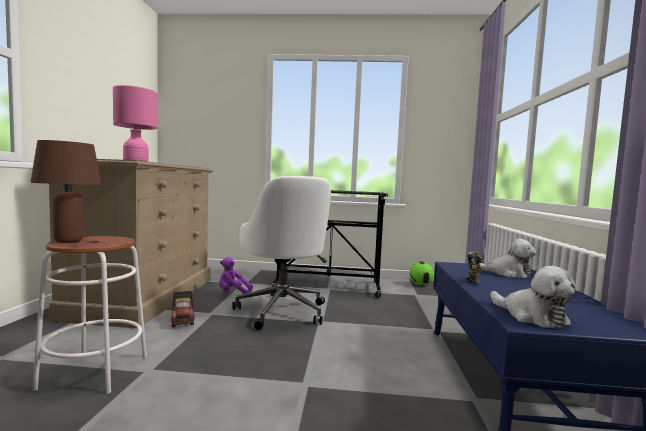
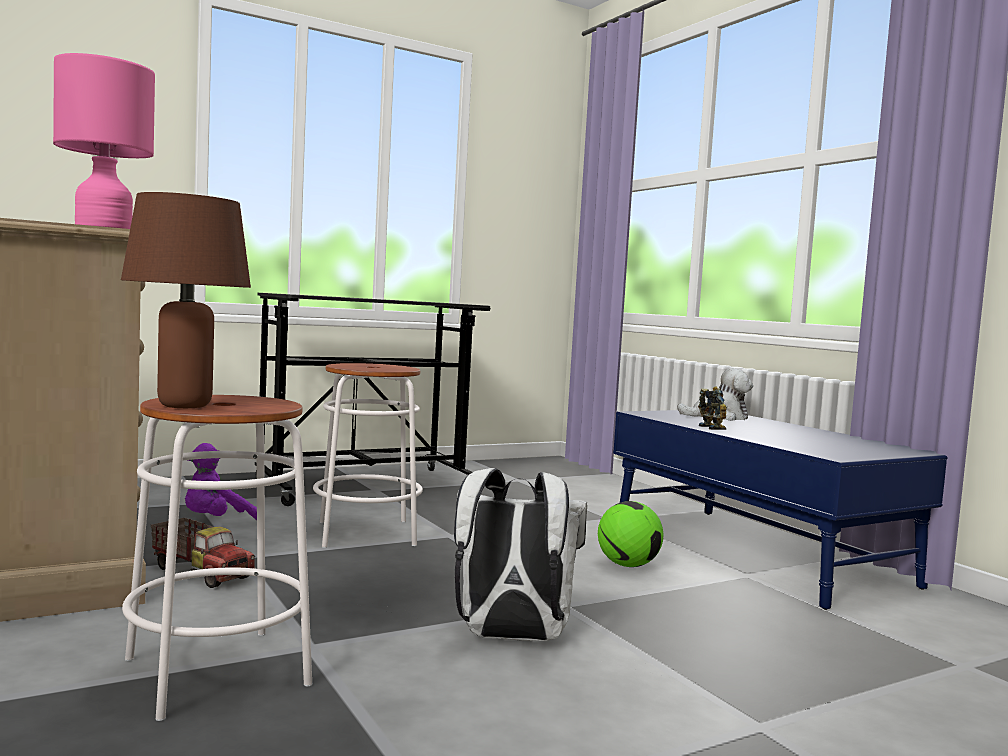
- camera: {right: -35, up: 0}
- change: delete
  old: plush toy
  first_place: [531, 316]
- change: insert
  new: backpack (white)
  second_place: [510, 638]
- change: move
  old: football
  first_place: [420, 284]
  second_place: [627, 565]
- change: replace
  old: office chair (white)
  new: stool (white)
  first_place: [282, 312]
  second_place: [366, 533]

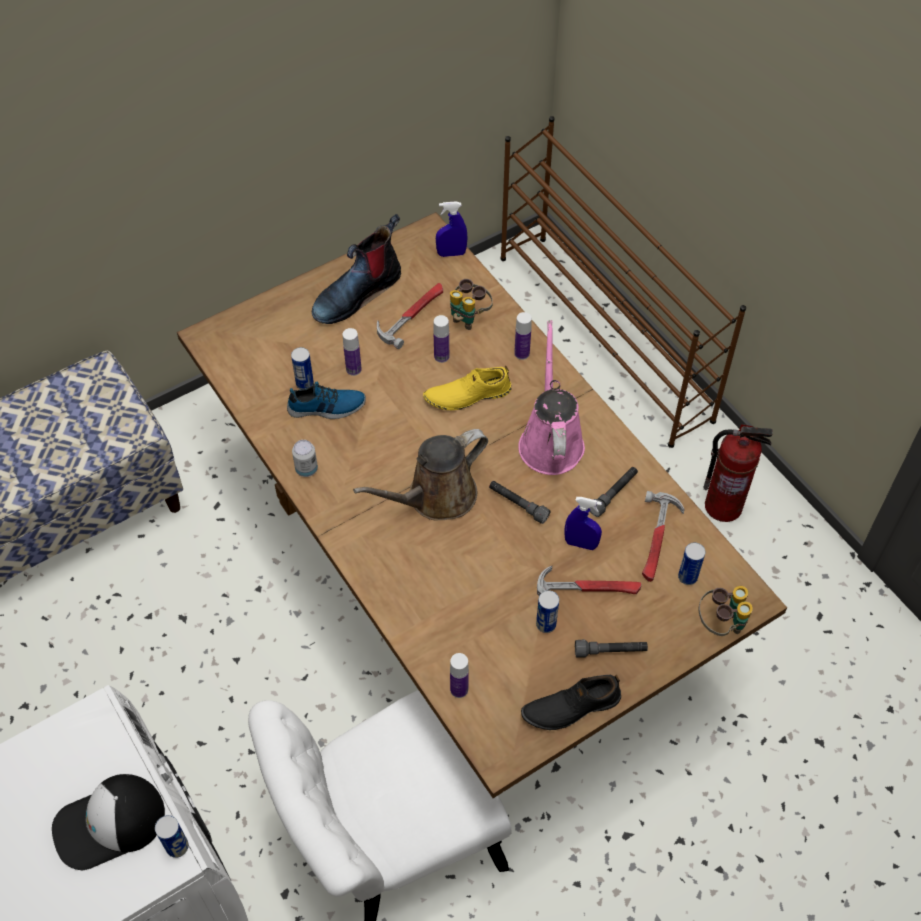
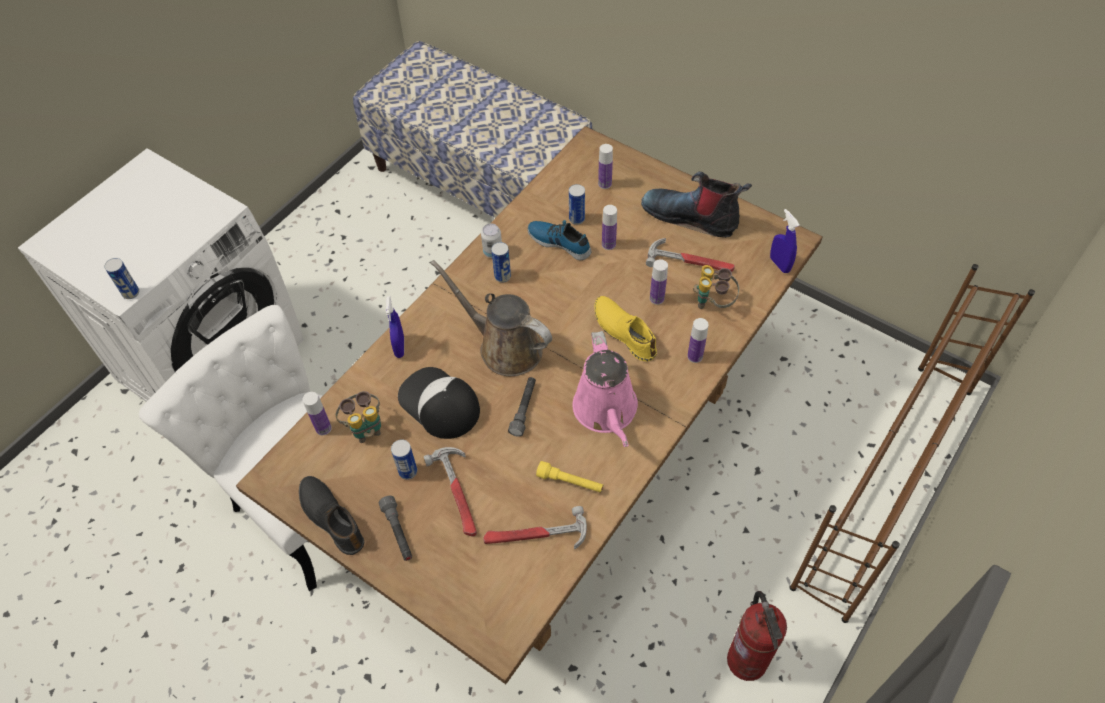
- camera: {right: 70, up: 0}
- change: insert
  new: bottle
  second_place: [605, 184]
- change: move
  old: cap
  first_place: [109, 824]
  second_place: [439, 404]
- change: move
  old: spray bottle (blue)
  first_place: [581, 544]
  second_place: [399, 347]
- change: move
  old: can
  first_place: [687, 577]
  second_place: [502, 276]
- change: move
  old: binoculars
  first_place: [721, 624]
  second_place: [365, 427]
- change: recolor
  old: flashlight (grey)
  new: flashlight (yellow)
  first_place: [613, 494]
  second_place: [570, 482]
- change: rotate
  old: shoe
  first_place: [327, 407]
  second_place: [560, 242]
  degrees: 150
- change: rotate
  old: watering can (pink)
  first_place: [550, 440]
  second_place: [606, 411]
  degrees: 105

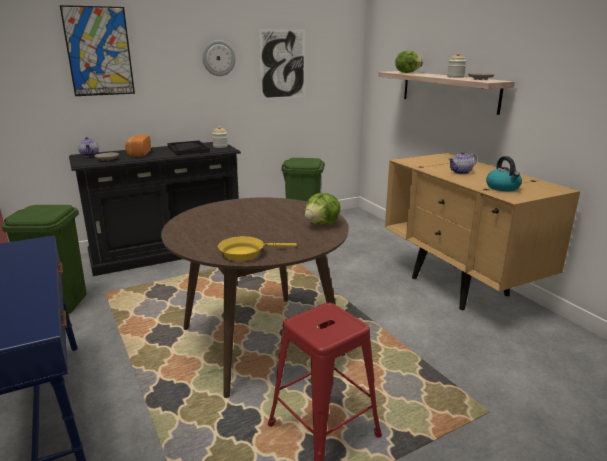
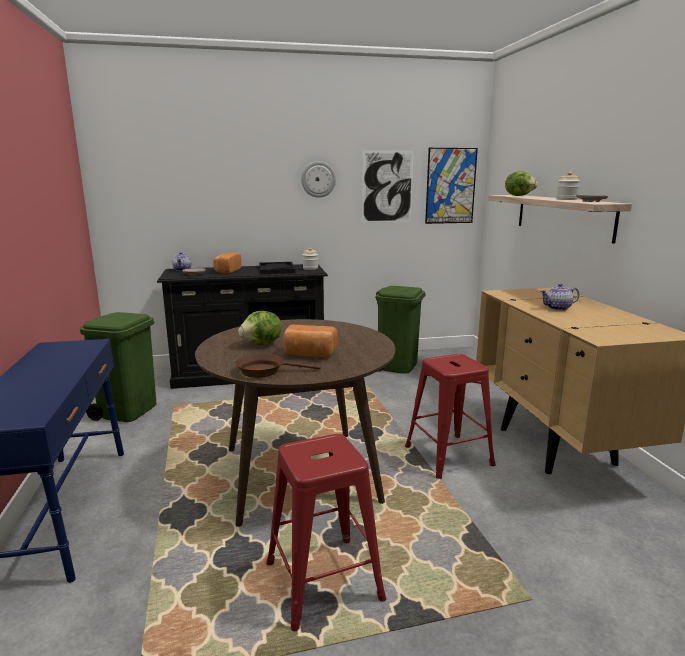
- camera: {right: 15, up: -5}
- change: delete
  old: kettle
  first_place: [503, 188]
- change: insert
  new: bread
  second_place: [309, 354]
- change: insert
  new: stool (red)
  second_place: [449, 456]
- change: move
  old: picture
  first_place: [99, 51]
  second_place: [450, 186]
- change: move
  old: lettuce
  first_place: [322, 224]
  second_place: [262, 344]
- change: recolor
  old: frying pan (yellow)
  new: frying pan (brown)
  first_place: [245, 253]
  second_place: [265, 370]

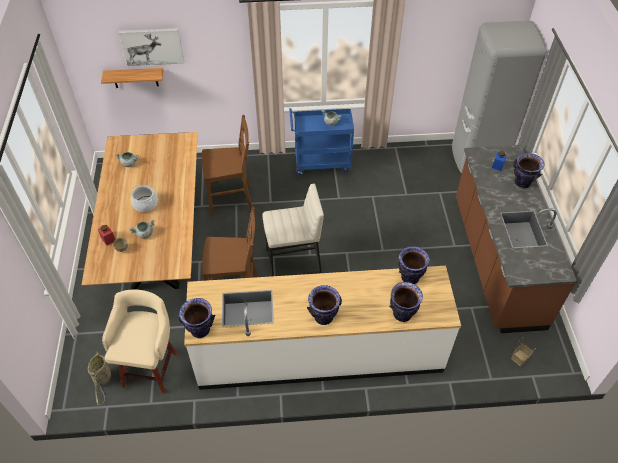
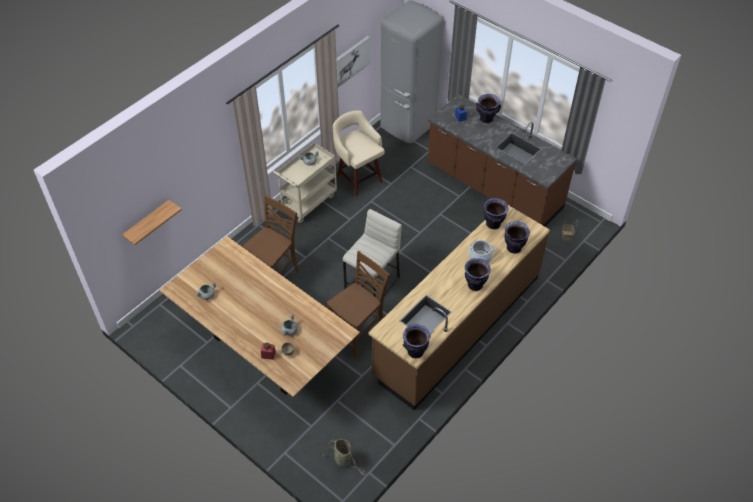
- camera: {right: -45, up: 0}
- change: move
  old: stool (beige)
  first_place: [151, 367]
  second_place: [358, 178]
- change: move
  old: picture
  first_place: [152, 46]
  second_place: [351, 61]
- change: move
  old: cooking pot
  first_place: [145, 204]
  second_place: [480, 257]
- change: recolor
  old: counter (white)
  new: counter (brown)
  first_place: [319, 352]
  second_place: [457, 325]
- change: recolor
  old: cart (blue)
  new: cart (beige)
  first_place: [320, 165]
  second_place: [308, 205]

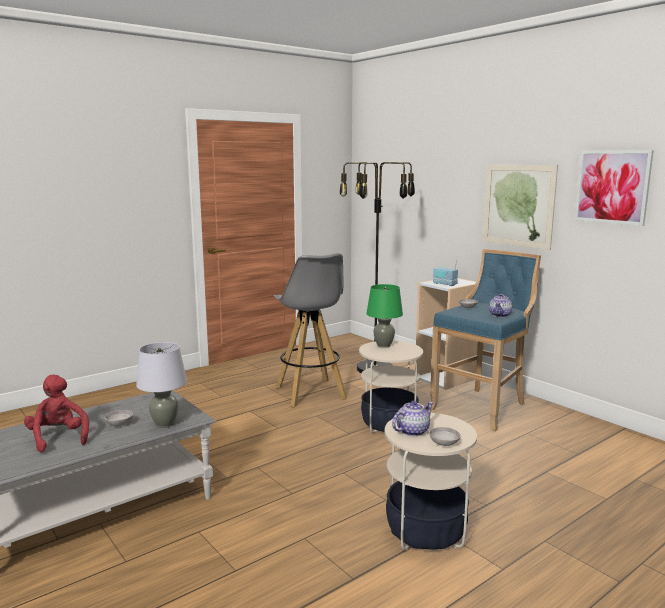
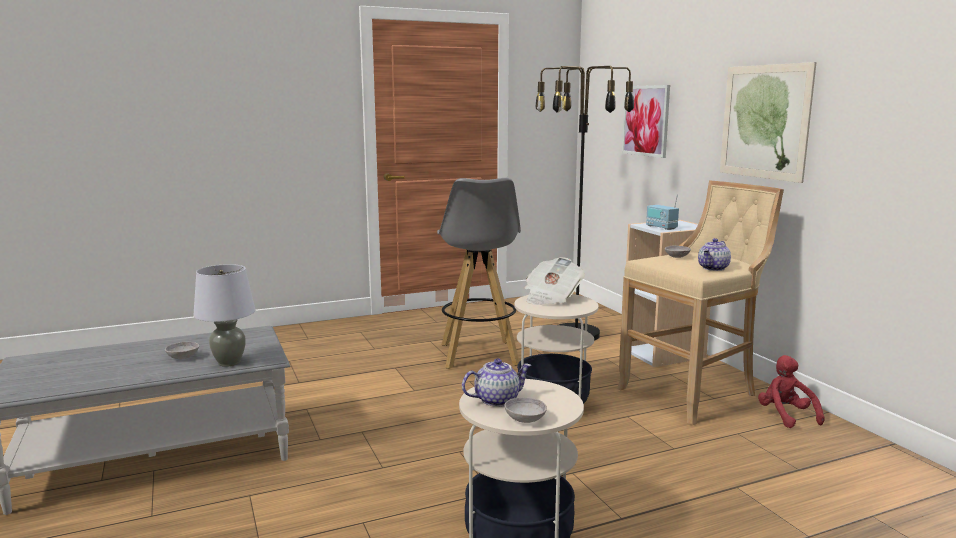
- camera: {right: 15, up: 0}
- change: move
  old: plush toy (red)
  first_place: [58, 438]
  second_place: [786, 416]
- change: move
  old: picture
  first_place: [612, 187]
  second_place: [646, 120]
- change: replace
  old: table lamp (green)
  new: newspaper
  first_place: [384, 345]
  second_place: [551, 298]
- change: recolor
  old: stool (blue)
  new: stool (beige)
  first_place: [482, 407]
  second_place: [693, 393]

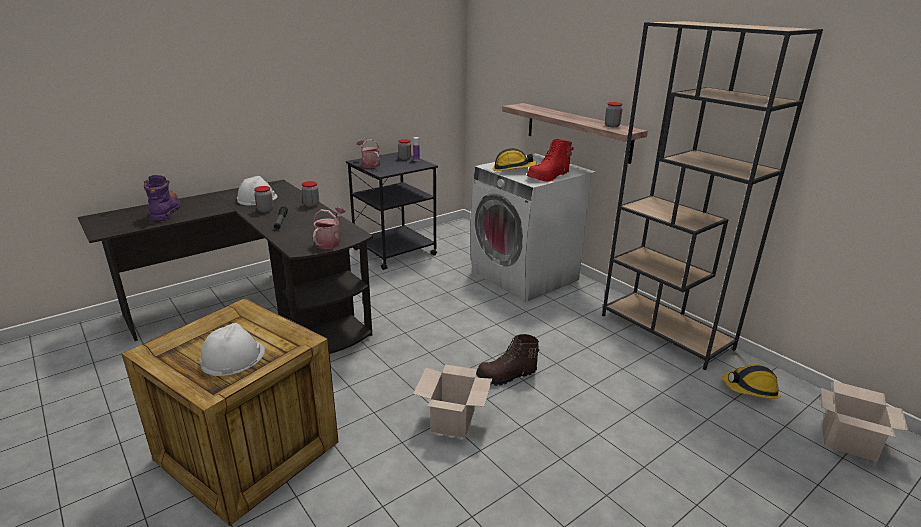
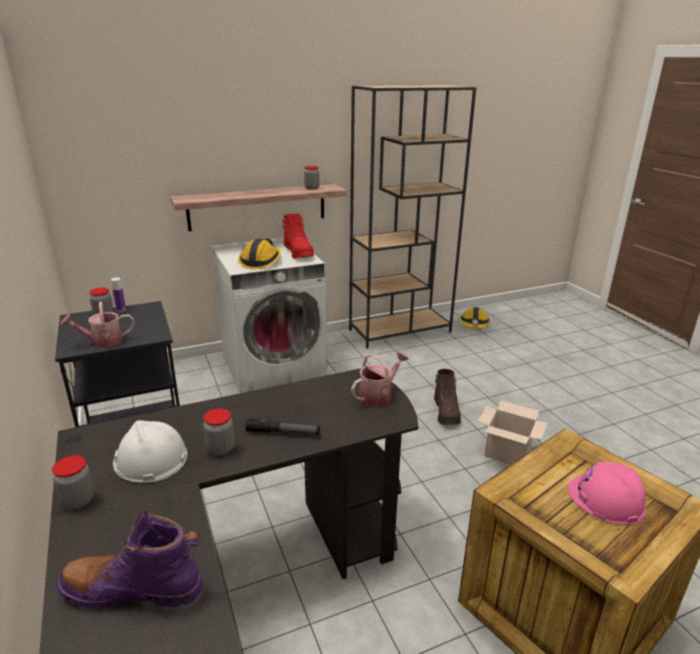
- camera: {right: -75, up: 0}
- change: delete
  old: cardboard box
  first_place: [849, 442]
- change: move
  old: jar
  first_place: [311, 205]
  second_place: [78, 500]
- change: recolor
  old: hard hat (white)
  new: hard hat (pink)
  first_place: [232, 357]
  second_place: [606, 499]
- change: rotate
  old: watering can
  first_place: [330, 242]
  second_place: [378, 395]
  degrees: 105

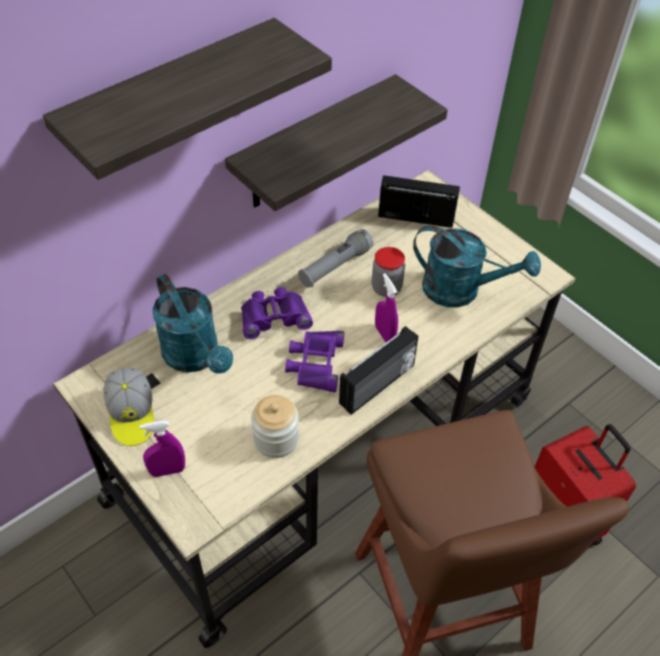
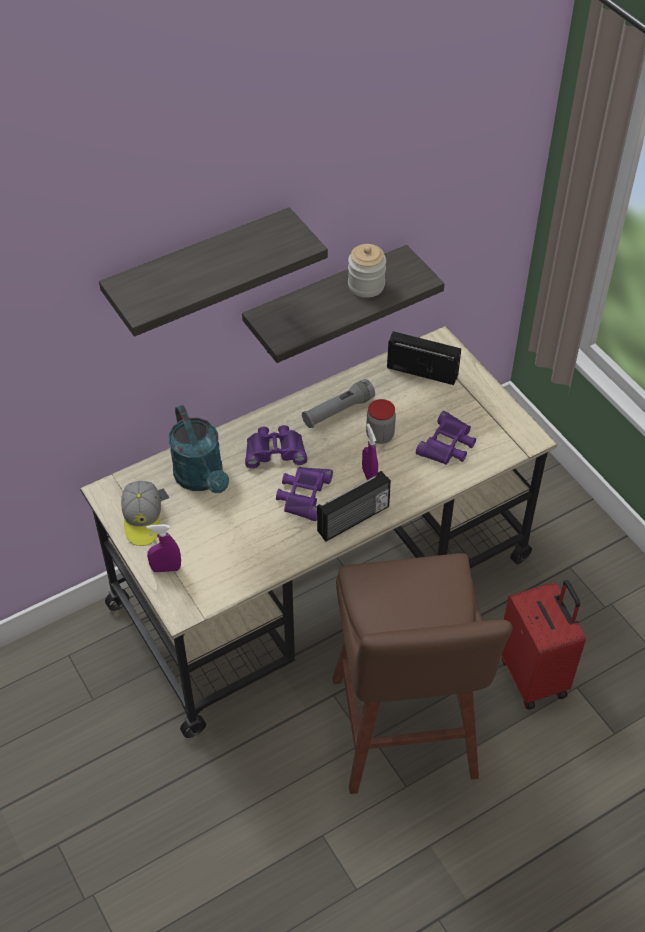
- camera: {right: 10, up: 0}
- change: move
  old: jar
  first_place: [276, 439]
  second_place: [366, 285]
- change: replace
  old: watering can (turquoise)
  new: binoculars (purple)
  first_place: [461, 290]
  second_place: [448, 444]

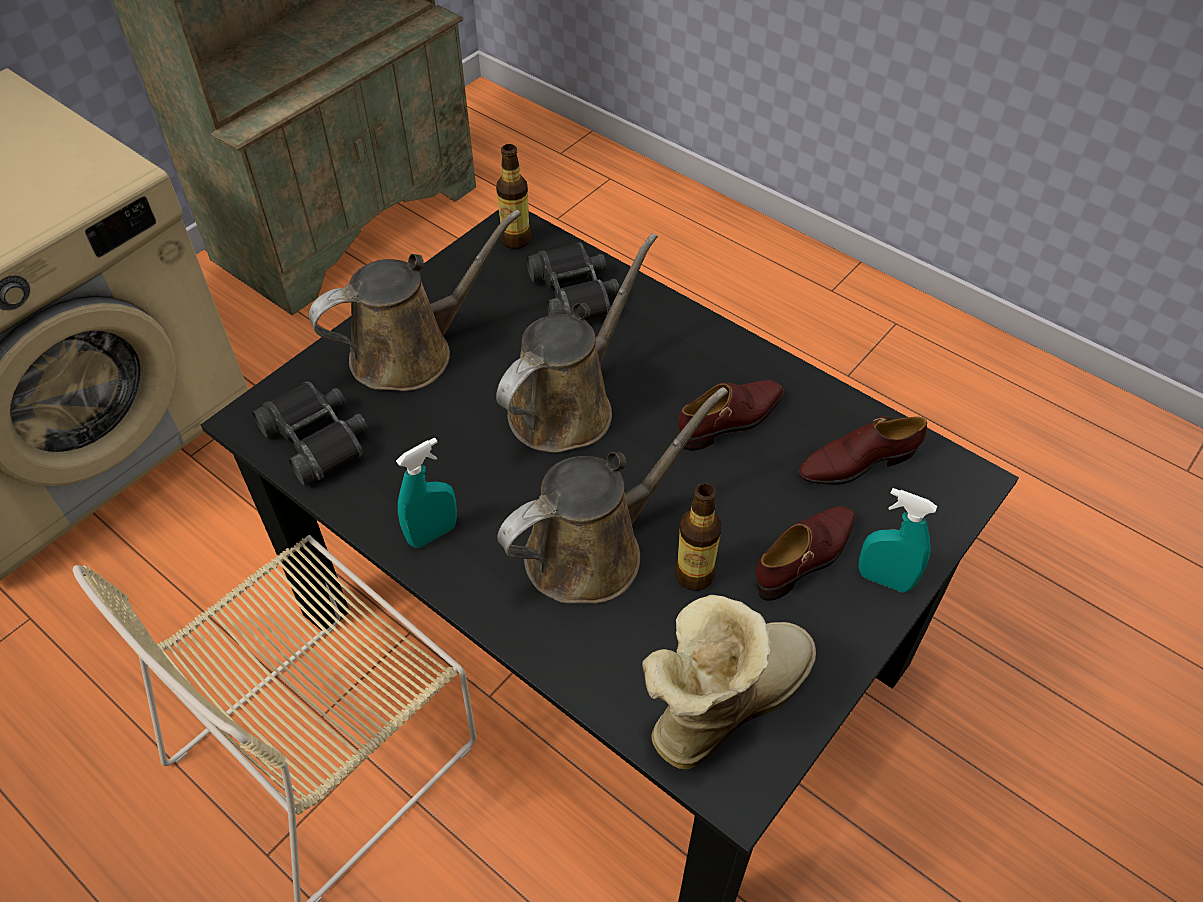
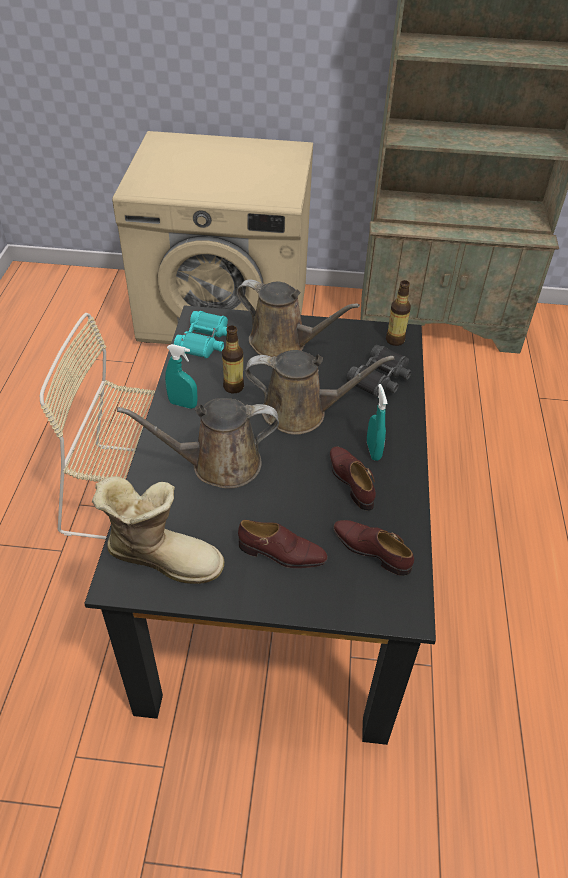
- camera: {right: 55, up: -5}
- change: move
  old: bottle
  first_place: [694, 575]
  second_place: [233, 387]
- change: move
  old: spray bottle (turquoise)
  first_place: [884, 580]
  second_place: [373, 450]
- change: recolor
  old: binoculars (black)
  new: binoculars (turquoise)
  first_place: [318, 438]
  second_place: [205, 341]
- change: rotate
  old: watering can (brown)
  first_place: [594, 549]
  second_place: [218, 464]
  degrees: 150
- change: rotate
  old: shoe (brown)
  first_place: [731, 420]
  second_place: [351, 481]
  degrees: -135

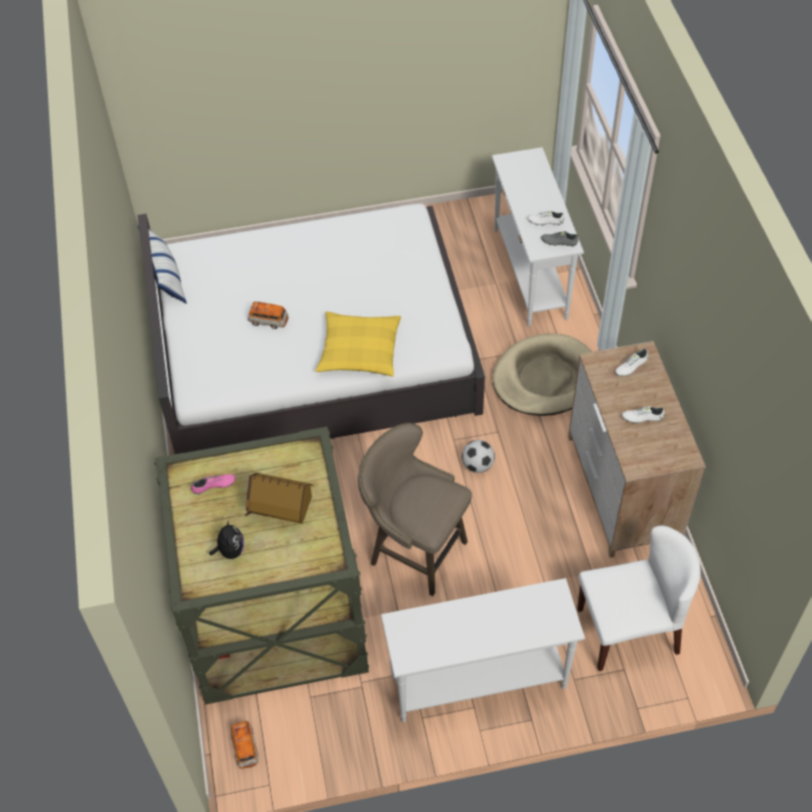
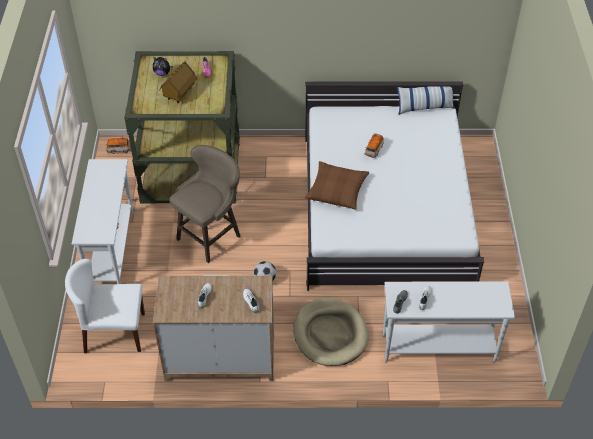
- camera: {right: 100, up: -5}
- change: recolor
  old: pillow (yellow)
  new: pillow (brown)
  first_place: [359, 351]
  second_place: [337, 190]
- change: rotate
  old: chair (white)
  first_place: [628, 630]
  second_place: [114, 333]
  degrees: 90

